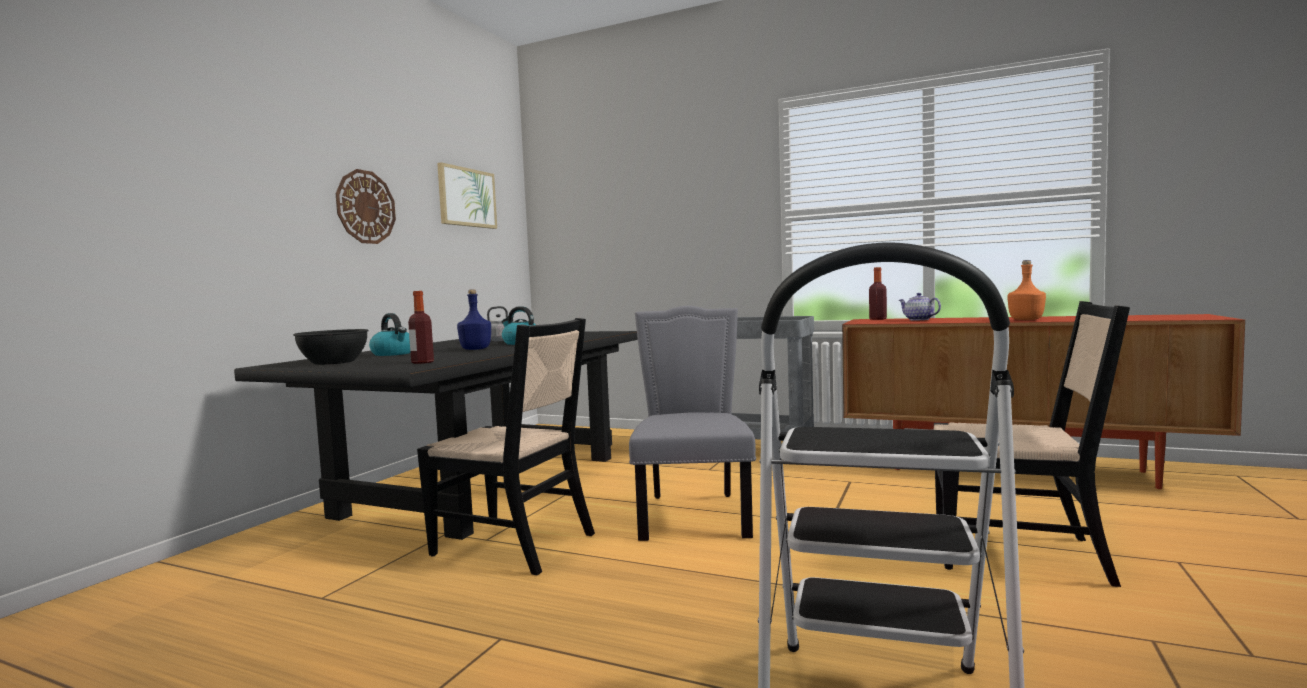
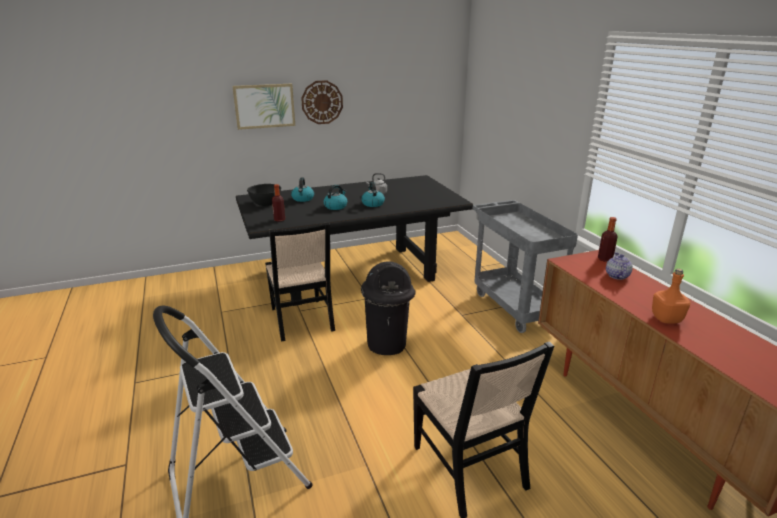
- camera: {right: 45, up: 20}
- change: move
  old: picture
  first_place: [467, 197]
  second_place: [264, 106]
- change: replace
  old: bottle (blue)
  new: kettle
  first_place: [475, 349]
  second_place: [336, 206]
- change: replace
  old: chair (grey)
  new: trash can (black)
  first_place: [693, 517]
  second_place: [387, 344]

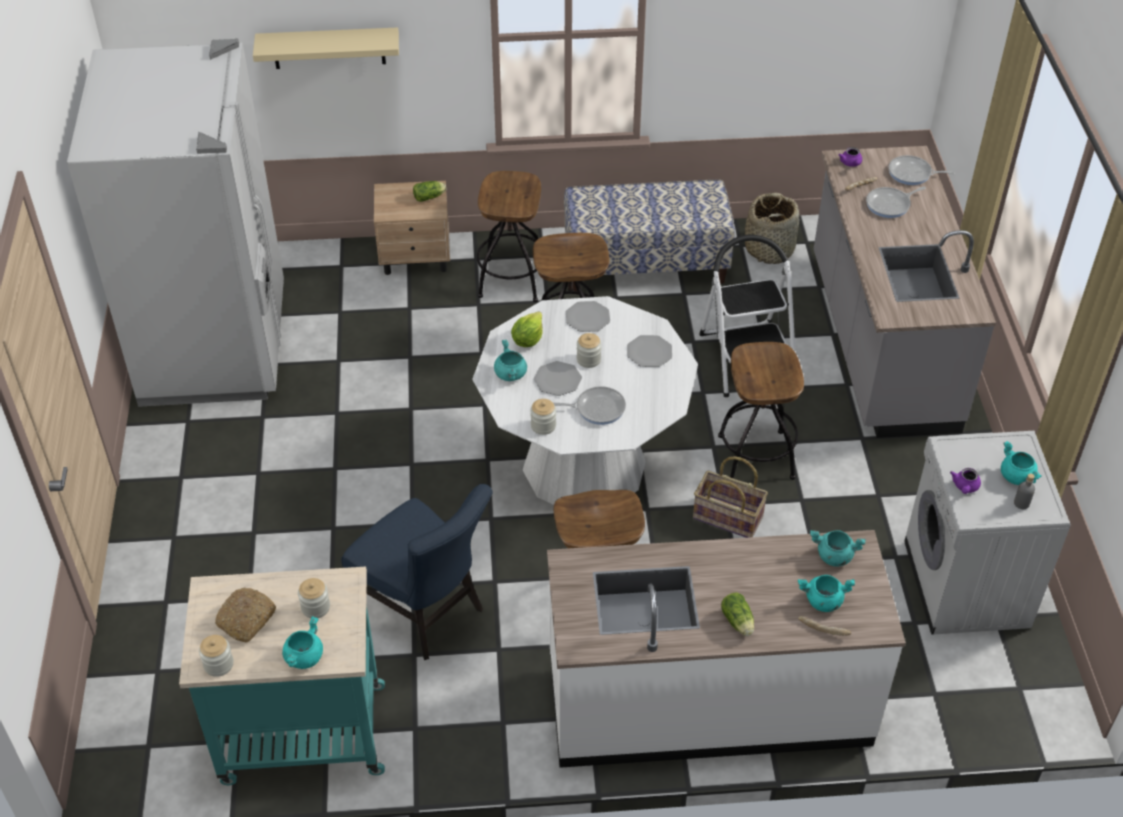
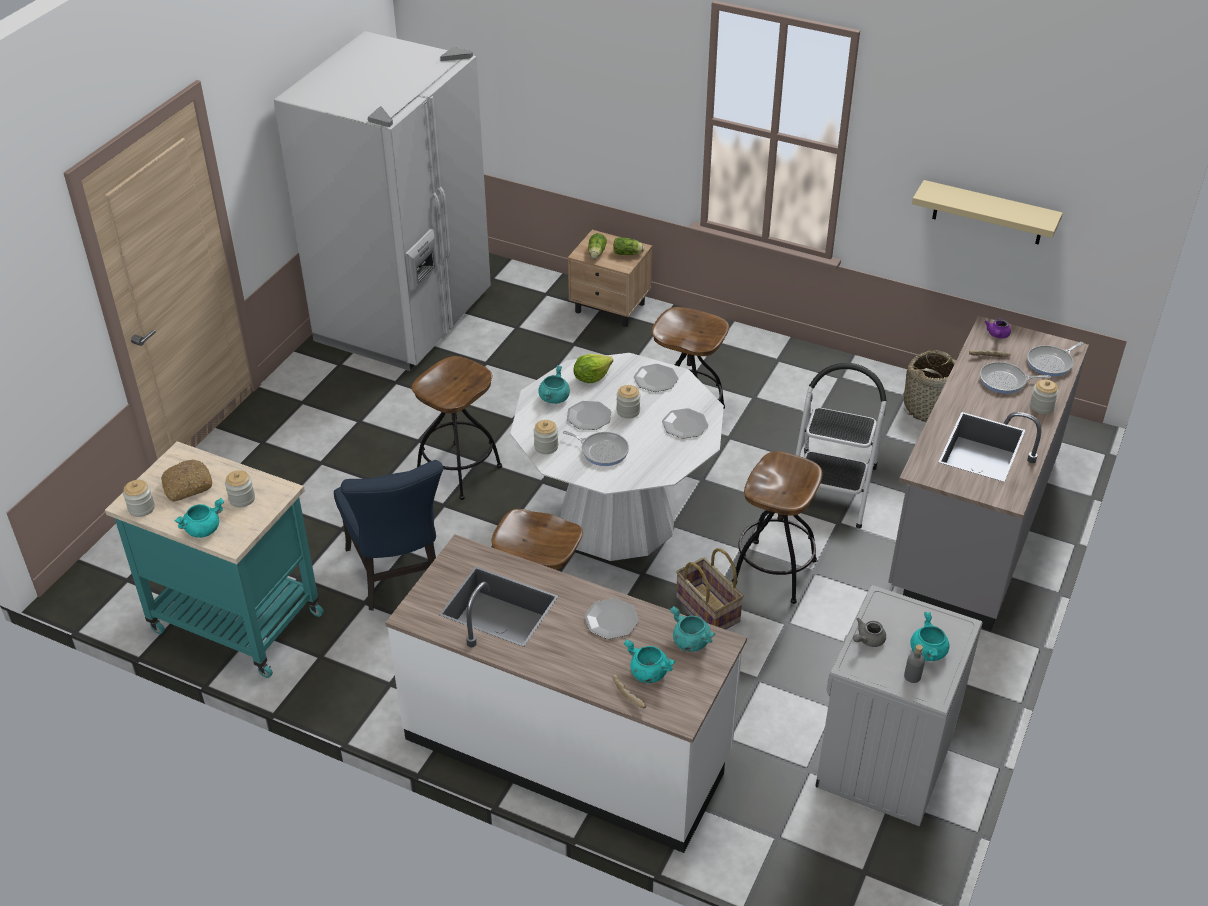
- camera: {right: 30, up: -5}
- change: delete
  old: bench
  first_place: [645, 265]
- change: insert
  new: plate
  second_place: [611, 620]
- change: insert
  new: jar
  second_place: [1041, 406]
- change: move
  old: shelf (beige)
  first_place: [329, 48]
  second_place: [988, 213]
- change: move
  old: stool (brown)
  first_place: [511, 279]
  second_place: [459, 470]
- change: move
  old: lettuce
  first_place: [738, 622]
  second_place: [596, 253]
- change: recolor
  old: teapot (purple)
  new: teapot (grey)
  first_place: [964, 487]
  second_place: [867, 640]
- change: rotate
  old: frying pan
  first_place: [912, 174]
  second_place: [1051, 363]
  degrees: -75

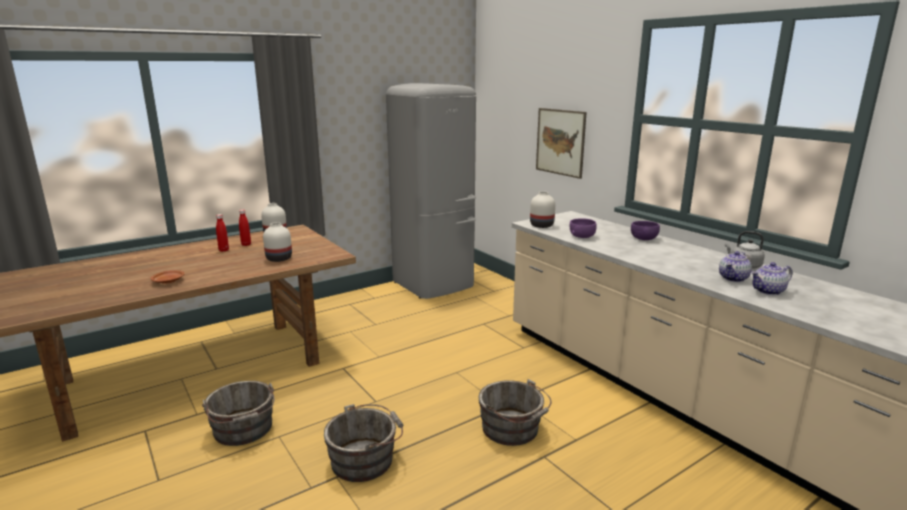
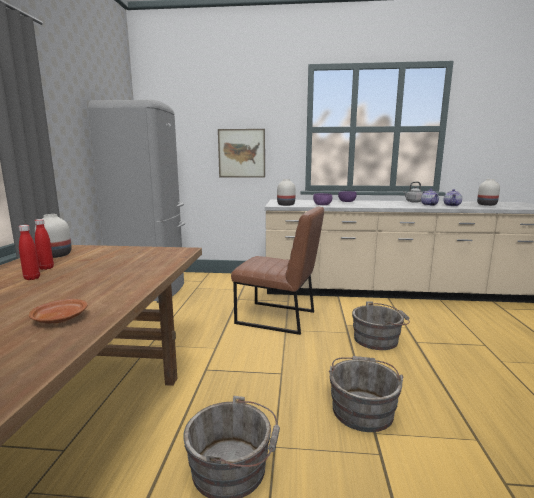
- camera: {right: -50, up: -5}
- change: insert
  new: chair (brown)
  second_place: [278, 318]
- change: move
  old: vase (white)
  first_place: [279, 259]
  second_place: [487, 204]

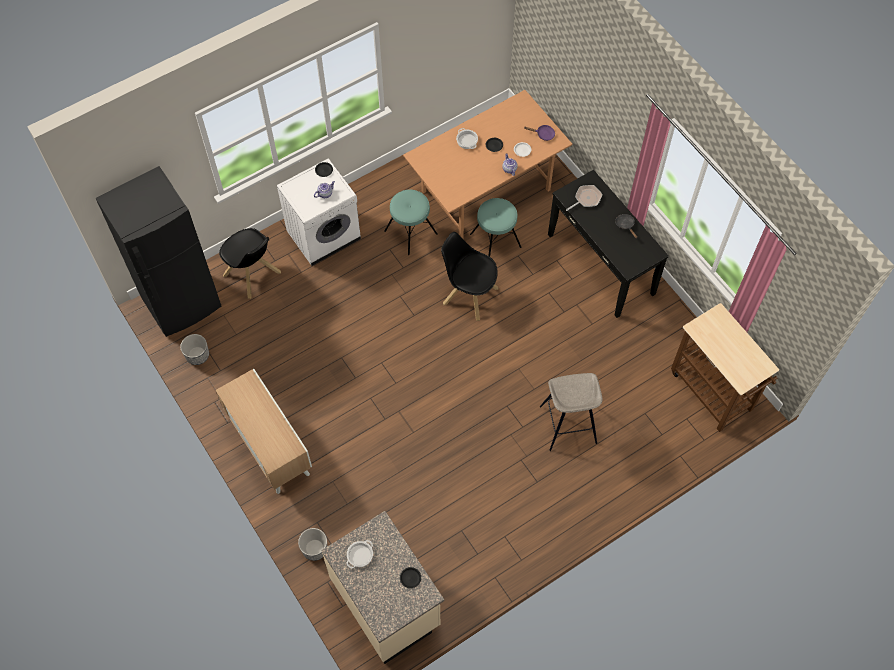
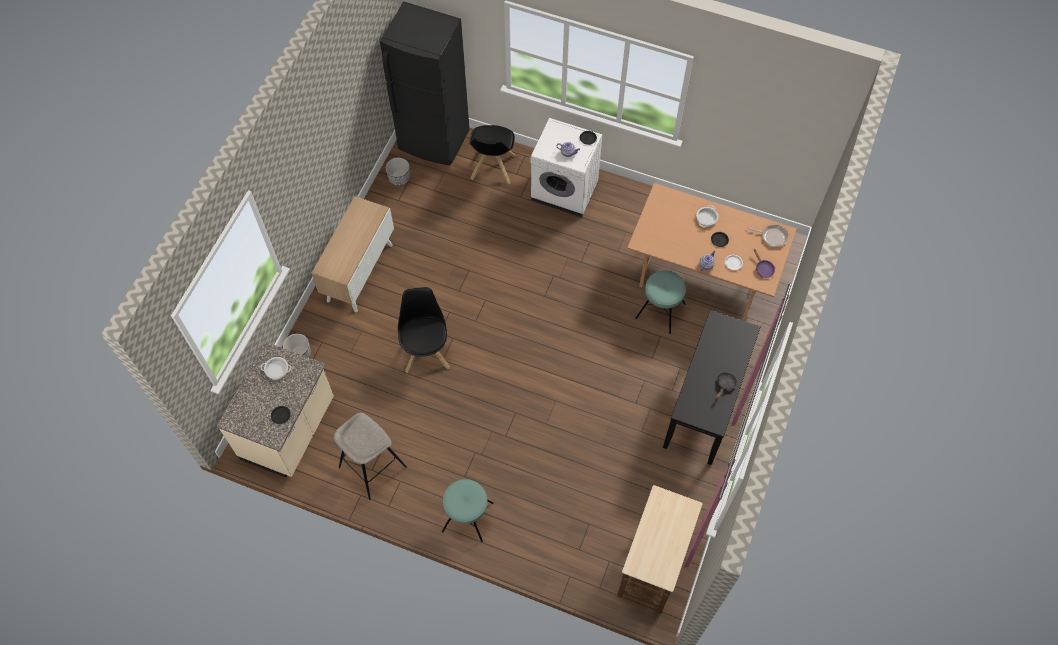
- camera: {right: 55, up: 0}
- change: move
  old: stool (turquoise)
  first_place: [411, 232]
  second_place: [467, 517]
- change: move
  old: chair (black)
  first_place: [469, 295]
  second_place: [426, 351]
- change: move
  old: stool (grey)
  first_place: [567, 425]
  second_place: [372, 467]
- change: move
  old: frying pan
  first_place: [586, 199]
  second_place: [772, 236]

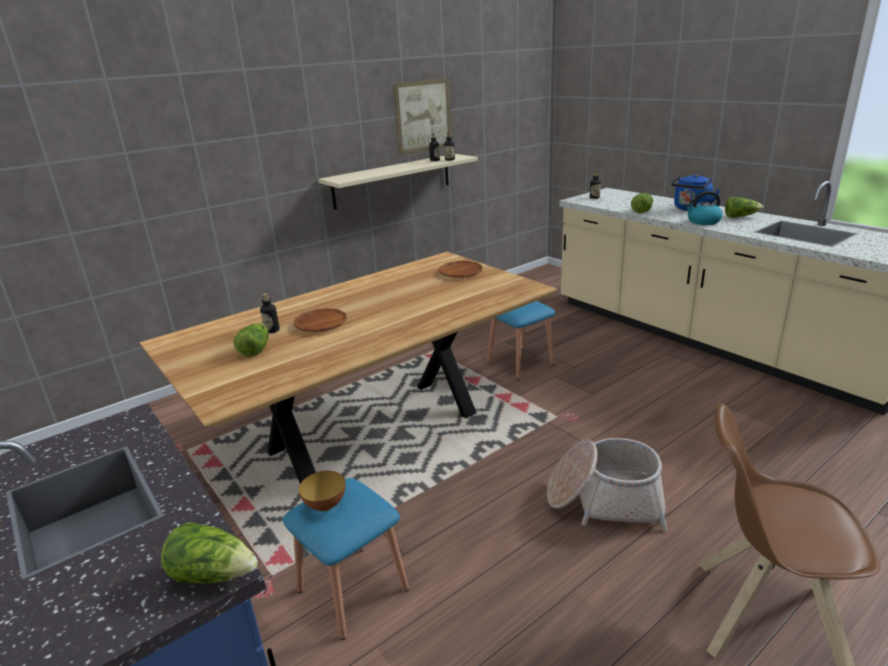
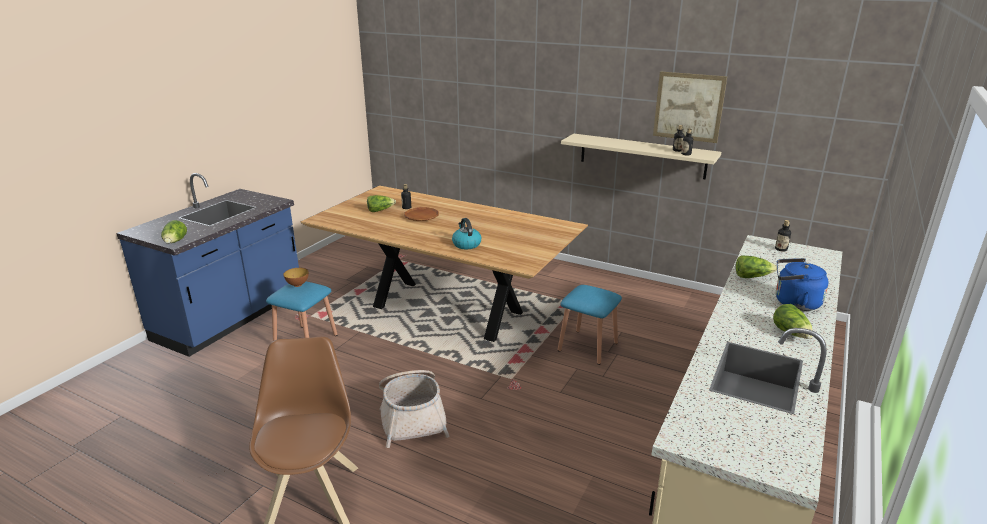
- camera: {right: 65, up: 0}
- change: delete
  old: plate (brown)
  first_place: [460, 272]
- change: move
  old: kettle
  first_place: [703, 221]
  second_place: [466, 244]

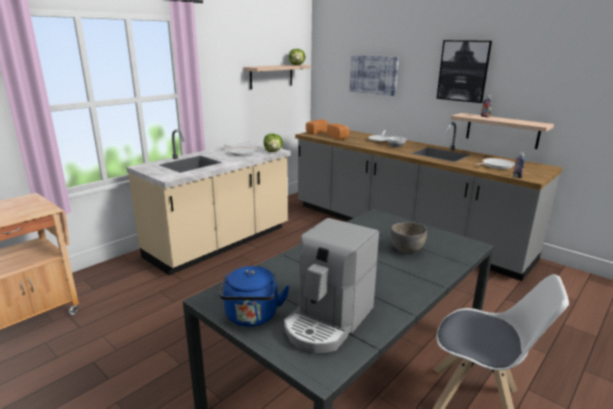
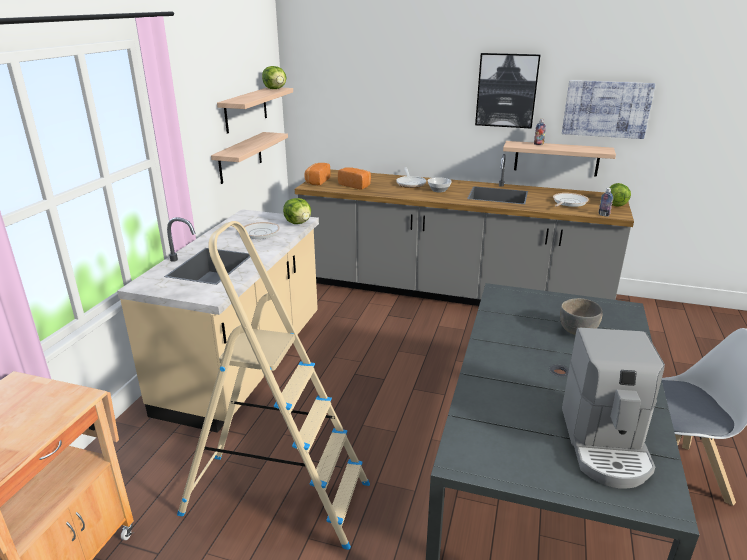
- camera: {right: -25, up: 5}
- change: delete
  old: kettle (blue)
  first_place: [252, 317]
- change: insert
  new: step ladder (beige)
  second_place: [277, 498]
- change: insert
  new: shelf
  second_place: [240, 157]
- change: insert
  new: lettuce
  second_place: [615, 203]
- change: move
  old: picture
  first_place: [373, 75]
  second_place: [606, 109]

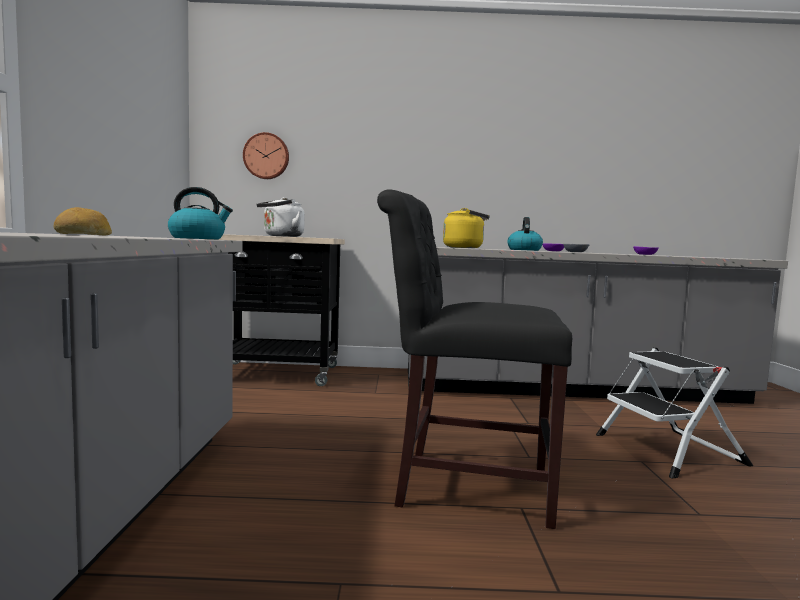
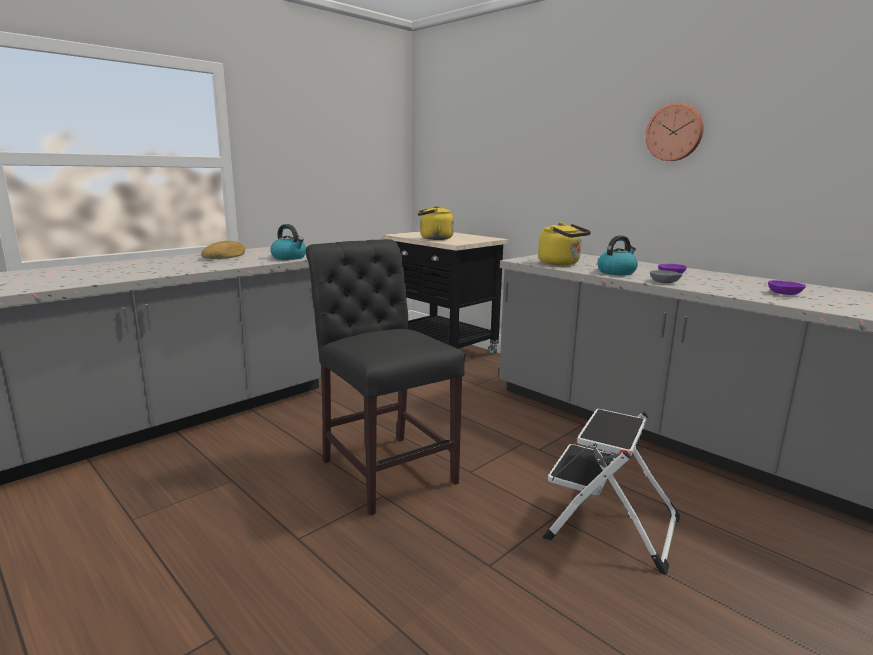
- camera: {right: 45, up: 10}
- change: move
  old: wall clock
  first_place: [266, 156]
  second_place: [675, 132]
- change: recolor
  old: kettle (white)
  new: kettle (yellow)
  first_place: [281, 236]
  second_place: [434, 239]

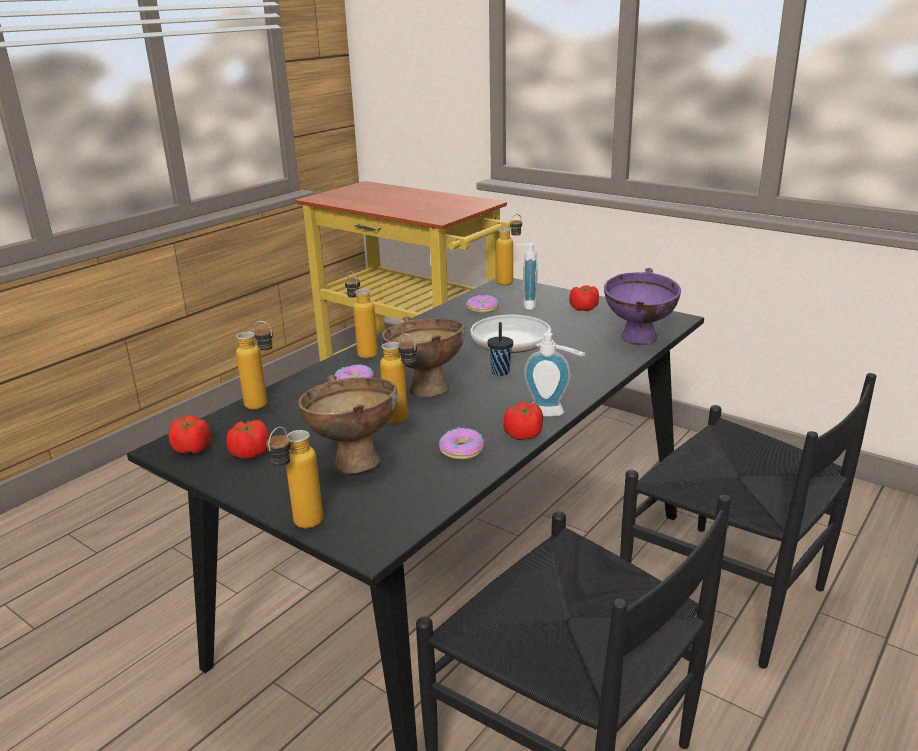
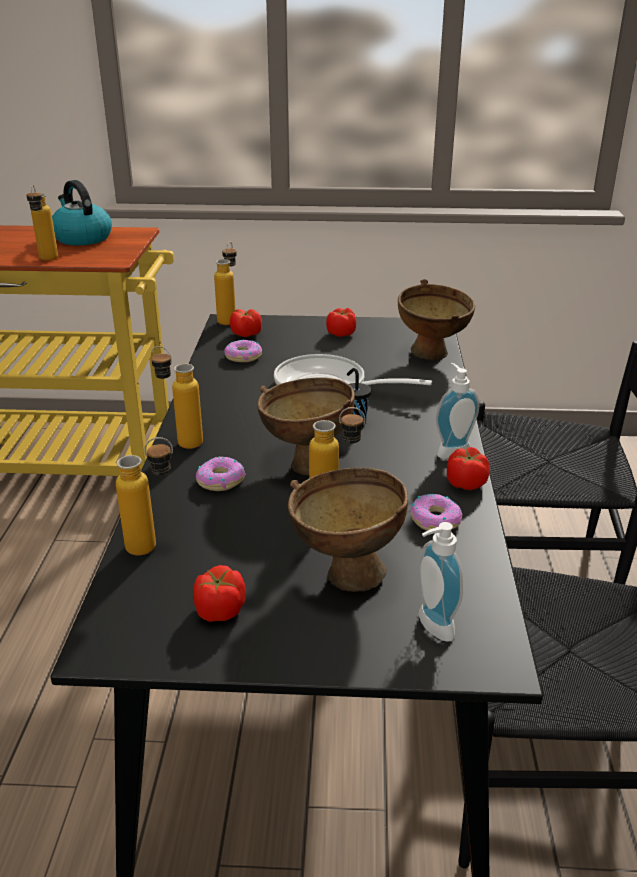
- camera: {right: -35, up: 5}
- change: insert
  new: kettle
  second_place: [82, 238]
- change: move
  old: tomato
  first_place: [192, 449]
  second_place: [246, 334]
- change: move
  old: bottle
  first_place: [300, 528]
  second_place: [47, 260]
- change: move
  old: soap dispenser
  first_place: [526, 305]
  second_place: [431, 627]
- change: recolor
  old: bowl (purple)
  new: bowl (brown)
  first_place: [638, 341]
  second_place: [433, 356]

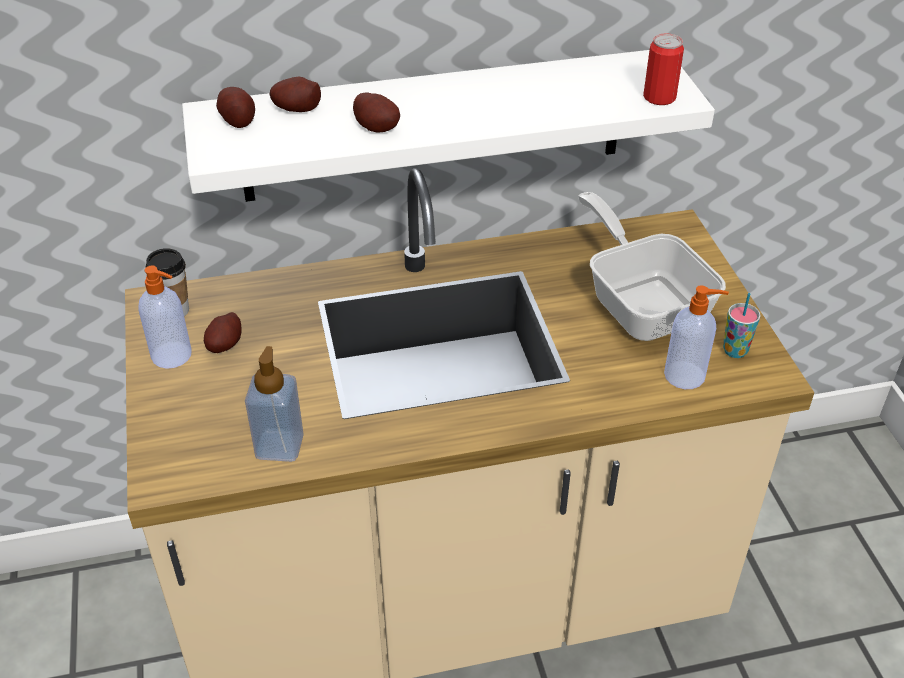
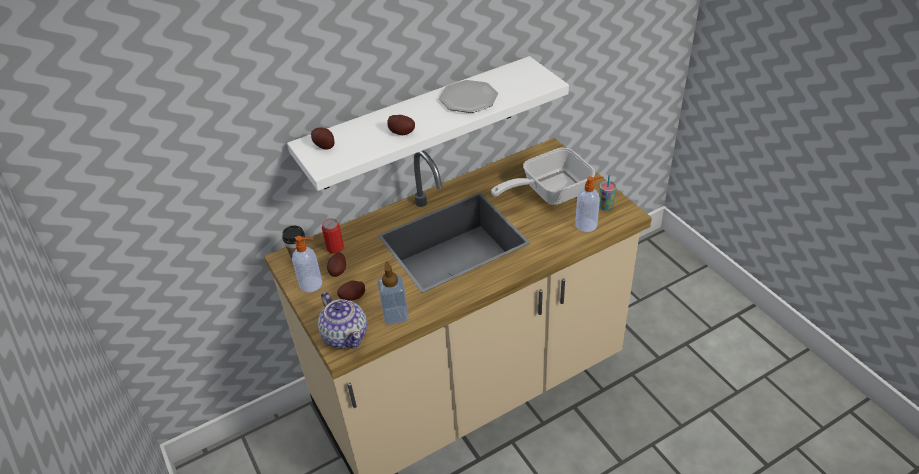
- camera: {right: -15, up: 0}
- change: insert
  new: teapot
  second_place: [345, 335]
- change: insert
  new: plate
  second_place: [468, 99]
- change: move
  old: potato
  first_place: [296, 109]
  second_place: [352, 297]
- change: move
  old: can
  first_place: [659, 97]
  second_place: [335, 248]
- change: rotate
  old: frying pan
  first_place: [642, 301]
  second_place: [549, 192]
  degrees: -75

